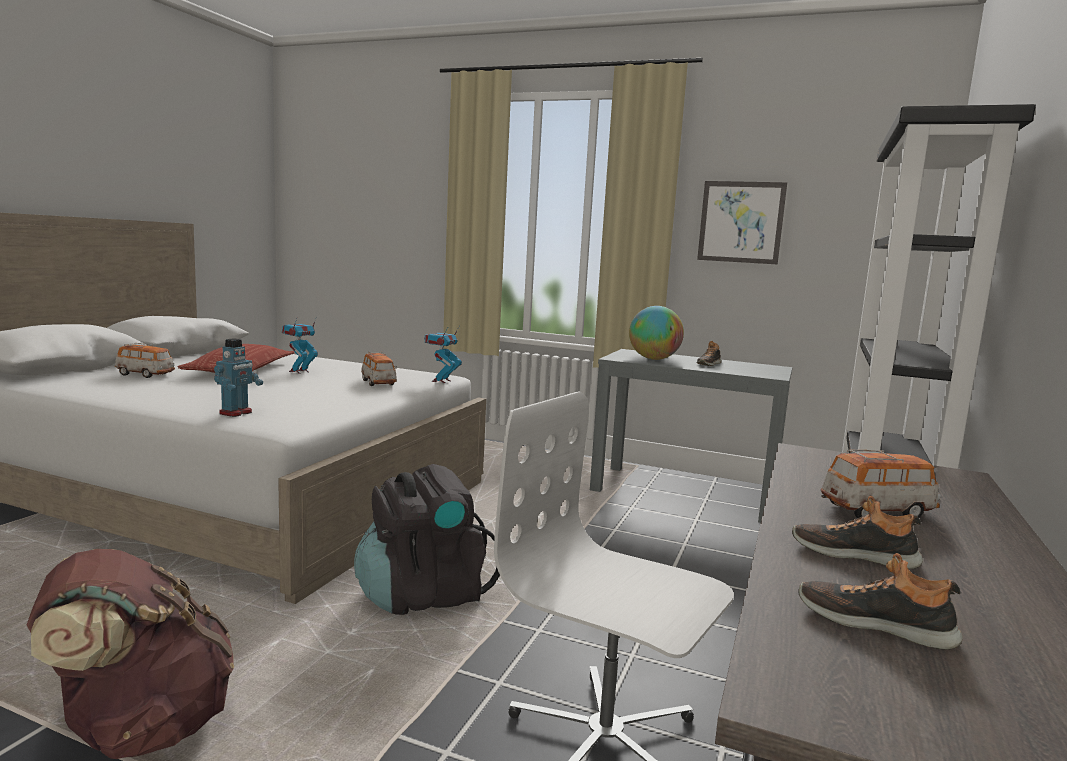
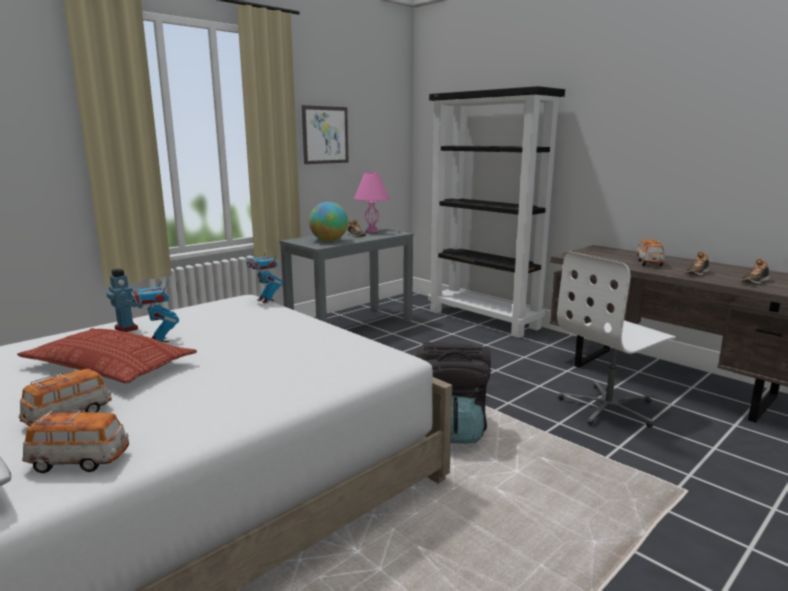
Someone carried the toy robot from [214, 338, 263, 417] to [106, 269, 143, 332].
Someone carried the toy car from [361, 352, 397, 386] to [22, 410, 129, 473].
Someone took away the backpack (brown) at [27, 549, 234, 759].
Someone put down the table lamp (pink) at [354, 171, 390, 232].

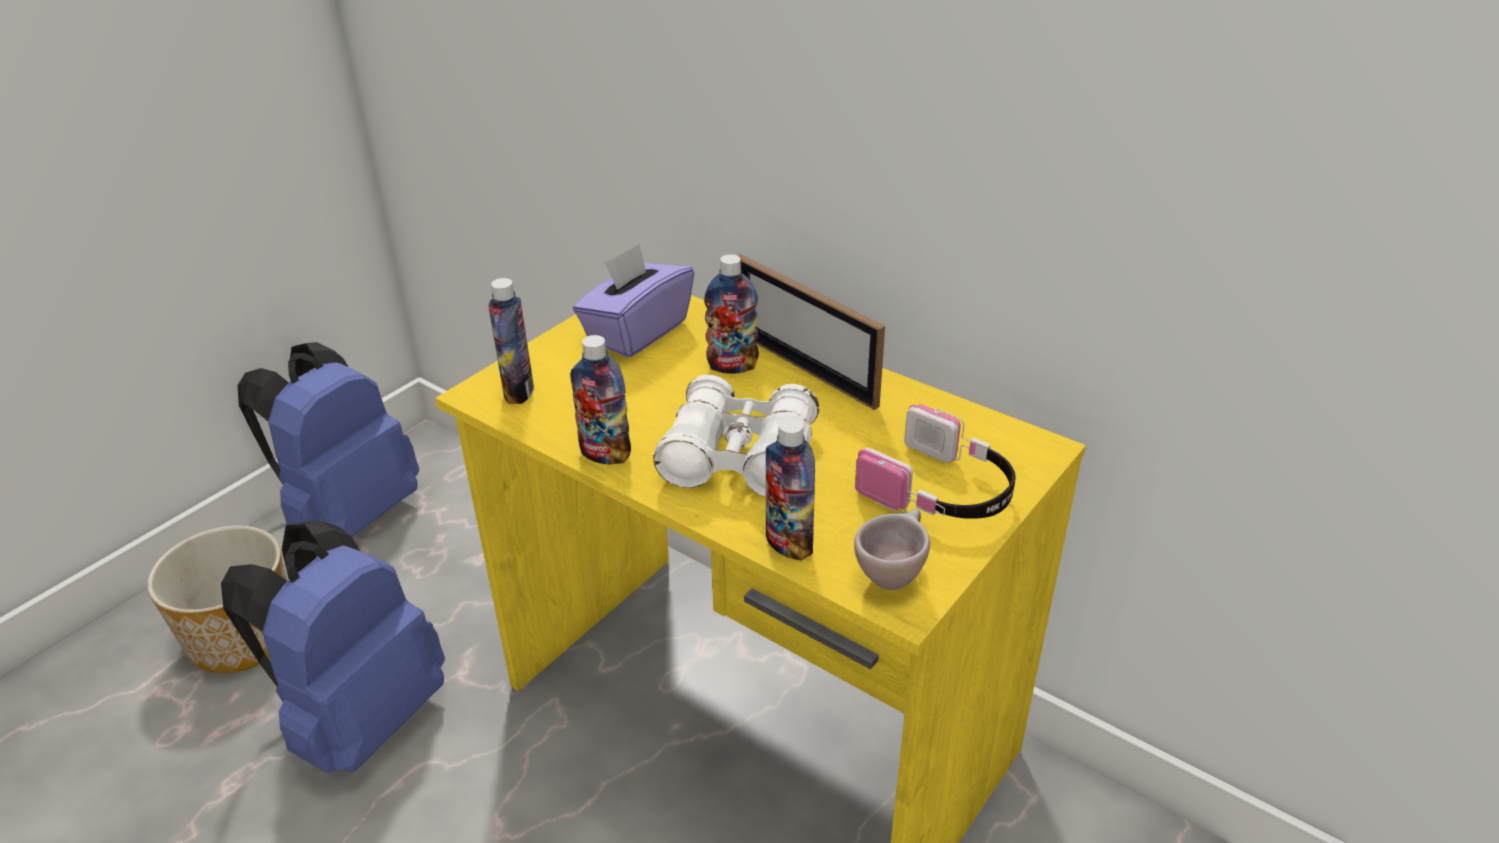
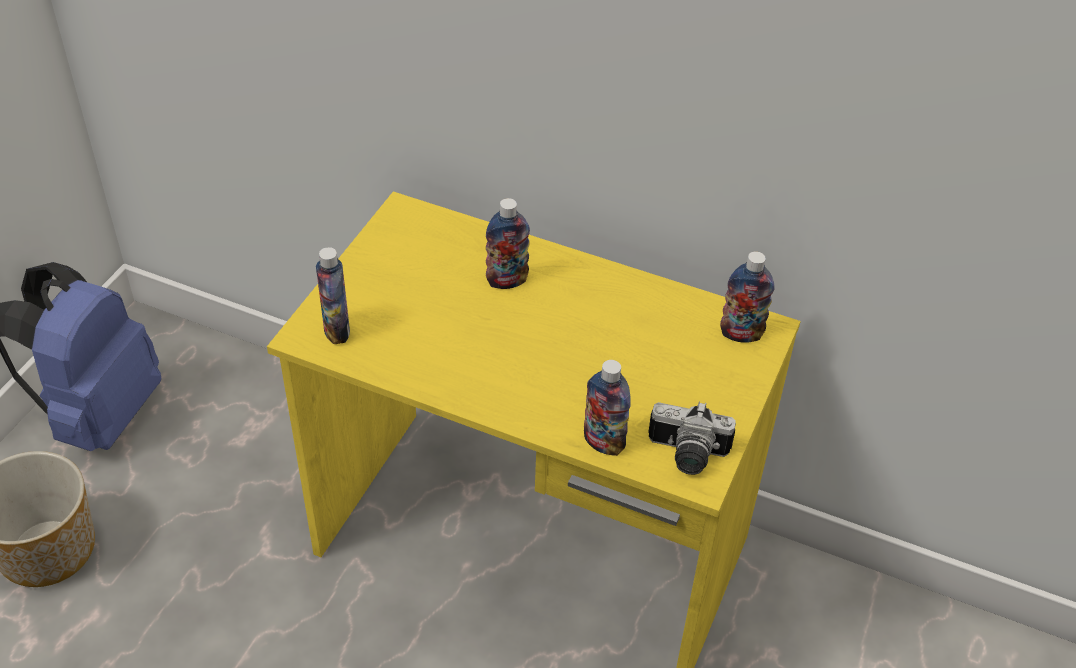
Someone took away the tissue box (purple) at [573, 243, 694, 358].
Someone took away the picture frame at [737, 254, 885, 410].
Someone carried the bottle from [570, 335, 631, 464] to [720, 252, 774, 343].
Someone took away the binoculars (white) at [653, 375, 819, 497].
Someone took away the headphones at [855, 404, 1015, 519].
Someone swapped the cup (beige) at [854, 509, 930, 590] for the photo camera at [648, 402, 736, 475].
Someone took away the backpack (blue) at [221, 520, 445, 773].

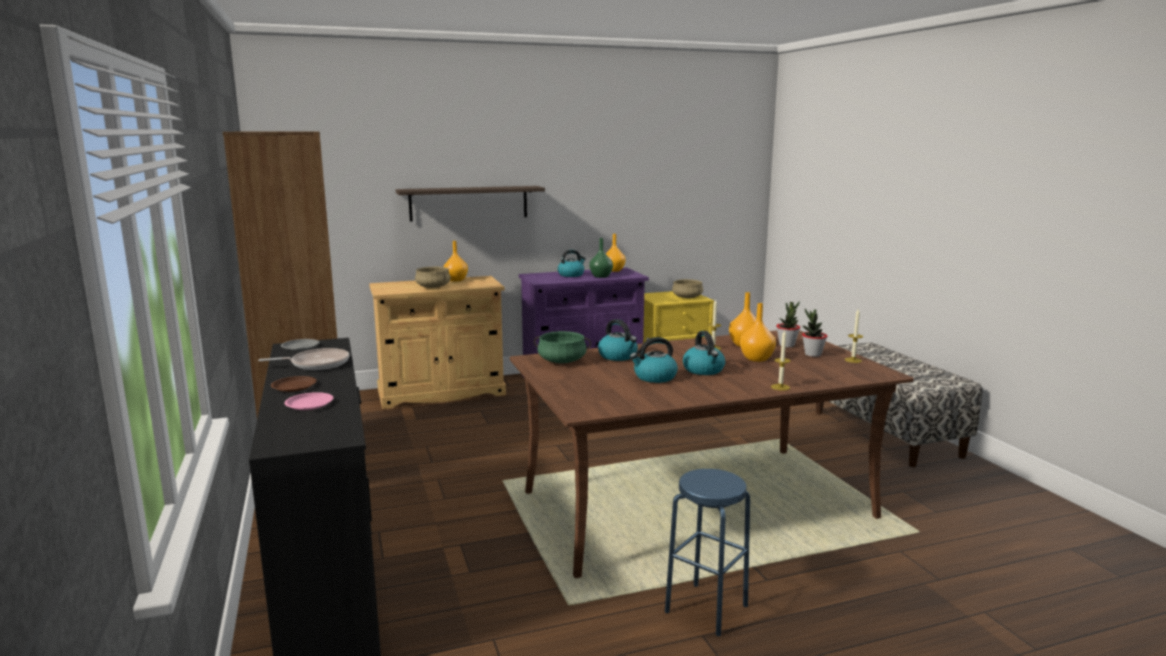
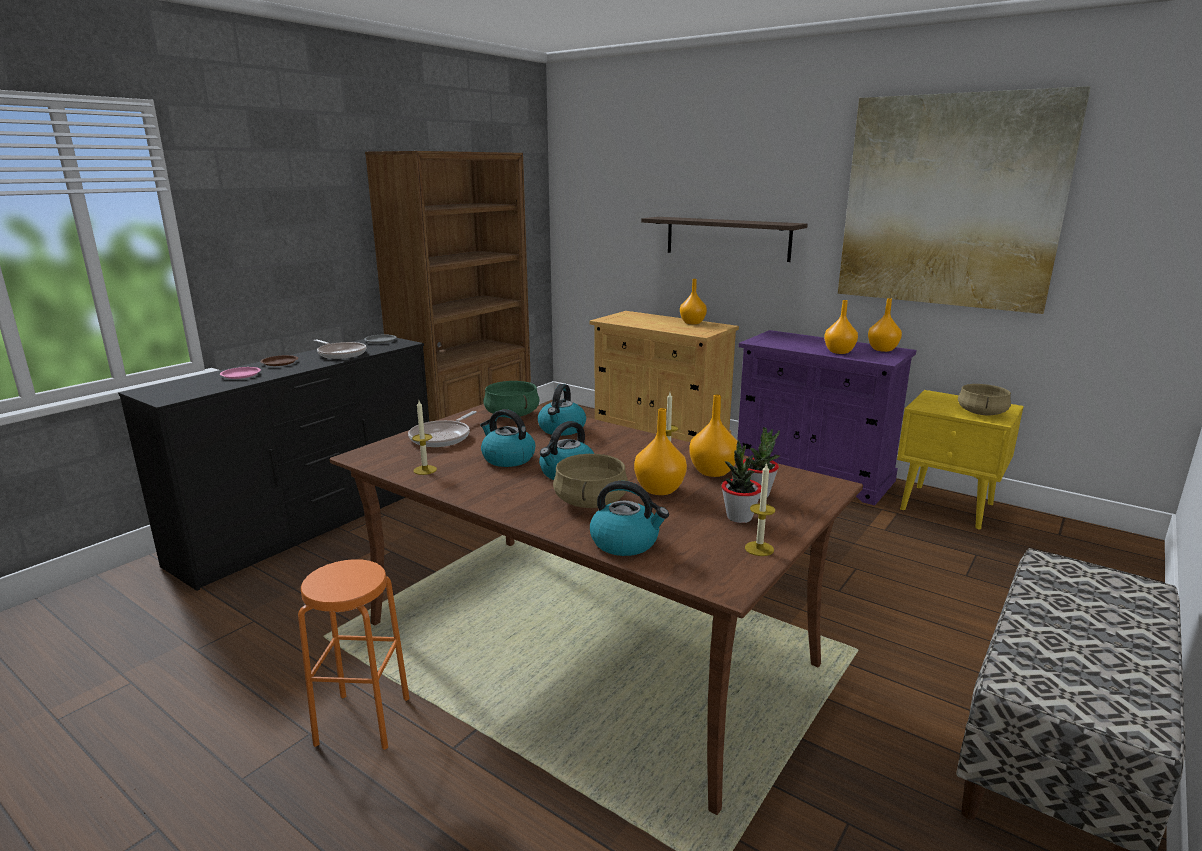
Someone repainted the vase (green) at [589, 238, 613, 278], which became the vase (orange) at [824, 300, 858, 354].
Someone carried the kettle from [558, 250, 586, 277] to [590, 481, 669, 556].
Someone carried the cooking pot (beige) from [415, 267, 451, 288] to [553, 454, 628, 508].
Someone carried the candle from [771, 329, 791, 391] to [412, 400, 437, 475].
Someone repainted the stool (blue) at [665, 469, 750, 636], which became the stool (orange) at [298, 559, 410, 750].
Someone put up the picture at [838, 86, 1091, 314].
Someone put down the frying pan at [408, 411, 477, 447].

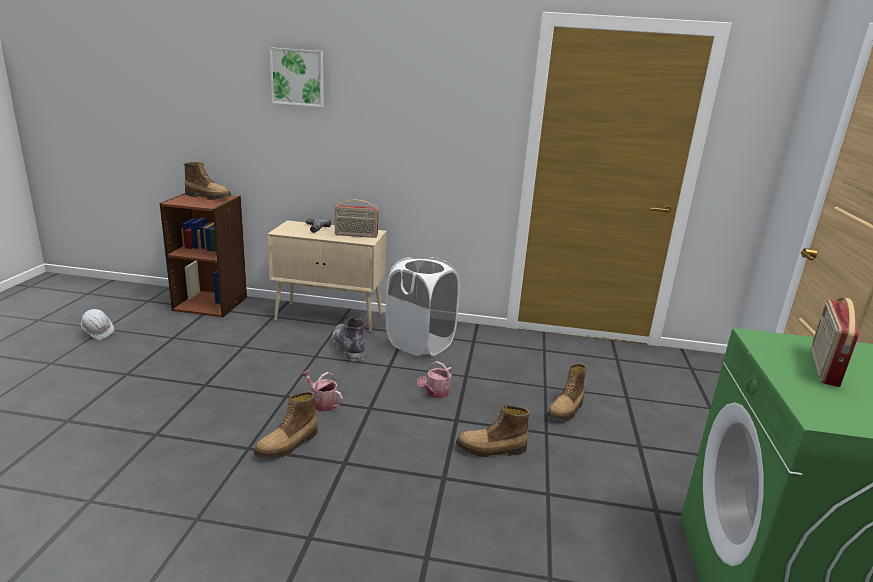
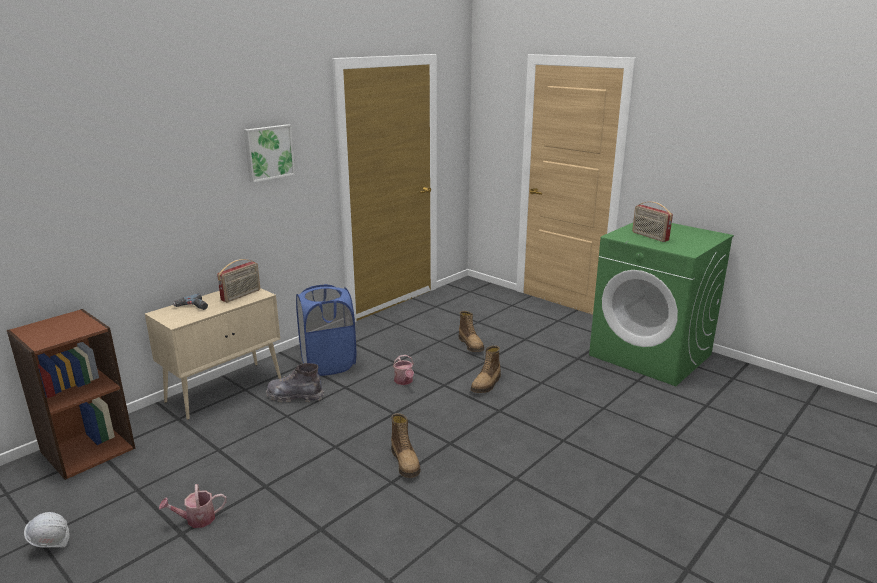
Someone carried the picture from [270, 48, 324, 107] to [244, 124, 295, 182].
Someone took away the boot at [184, 162, 231, 200].
Someone repainted the laundry basket (white) at [385, 257, 460, 356], which became the laundry basket (blue) at [296, 284, 356, 376].
Someone carried the watering can from [301, 369, 343, 412] to [159, 484, 227, 528].

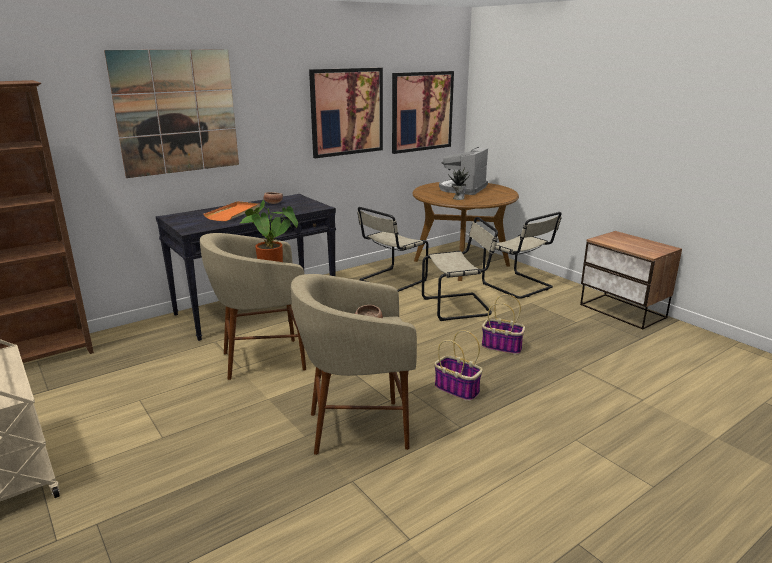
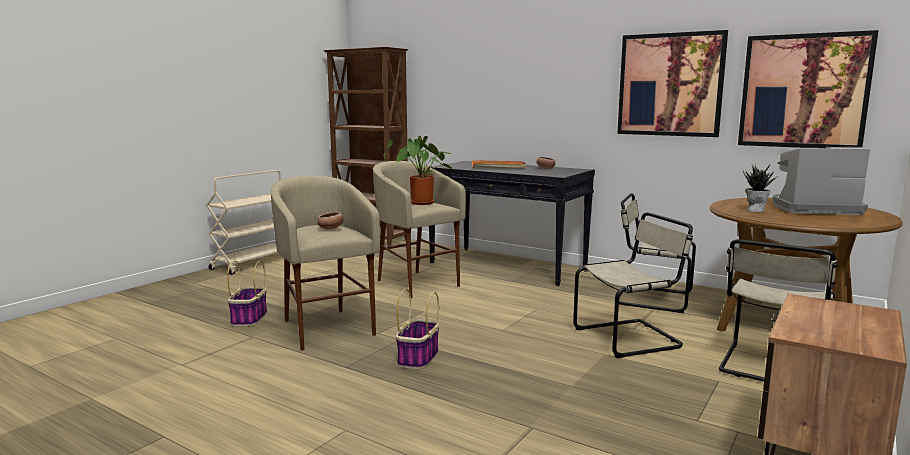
Someone took away the picture at [104, 50, 239, 178].
Someone rotated the chair (beige) at [422, 217, 498, 321] by 75 degrees counterclockwise.
Someone carried the basket from [482, 294, 525, 355] to [227, 260, 267, 326].

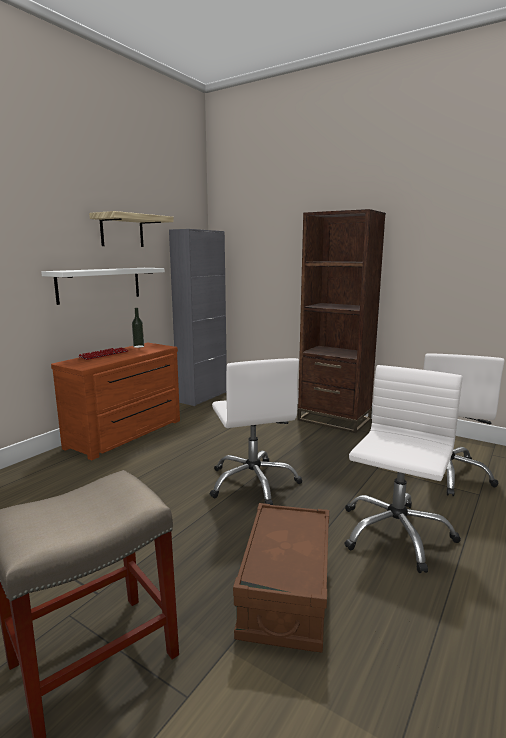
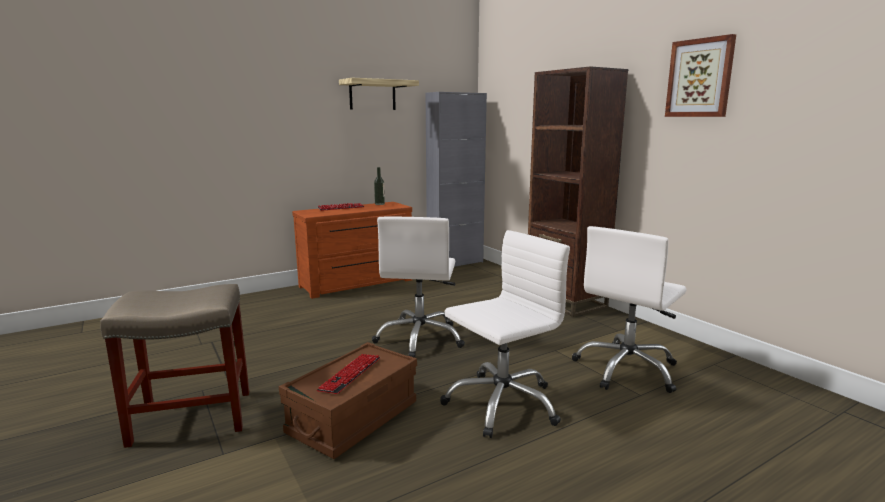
Someone took away the shelf (white) at [41, 268, 165, 305].
Someone put up the picture at [665, 34, 736, 117].
Someone put down the keyboard at [317, 354, 380, 394].

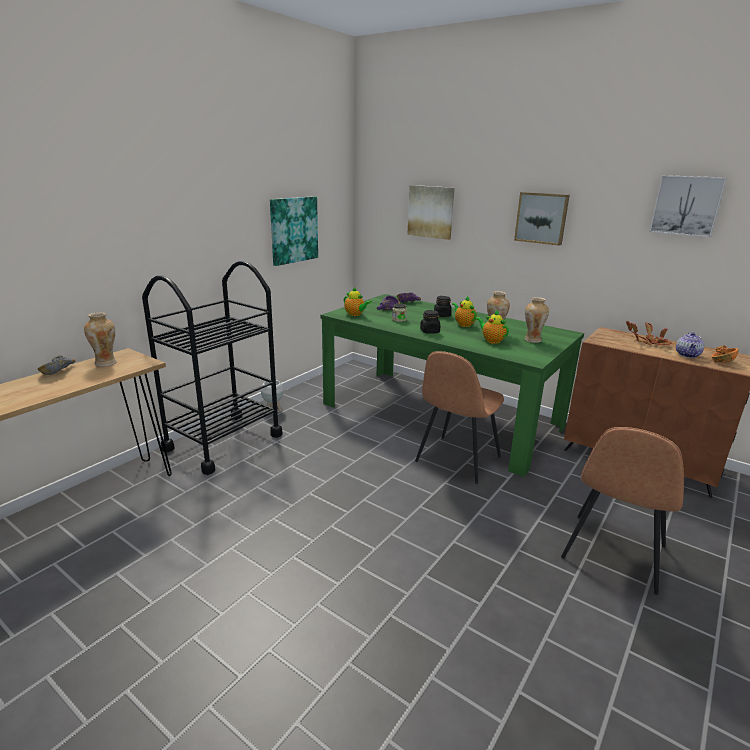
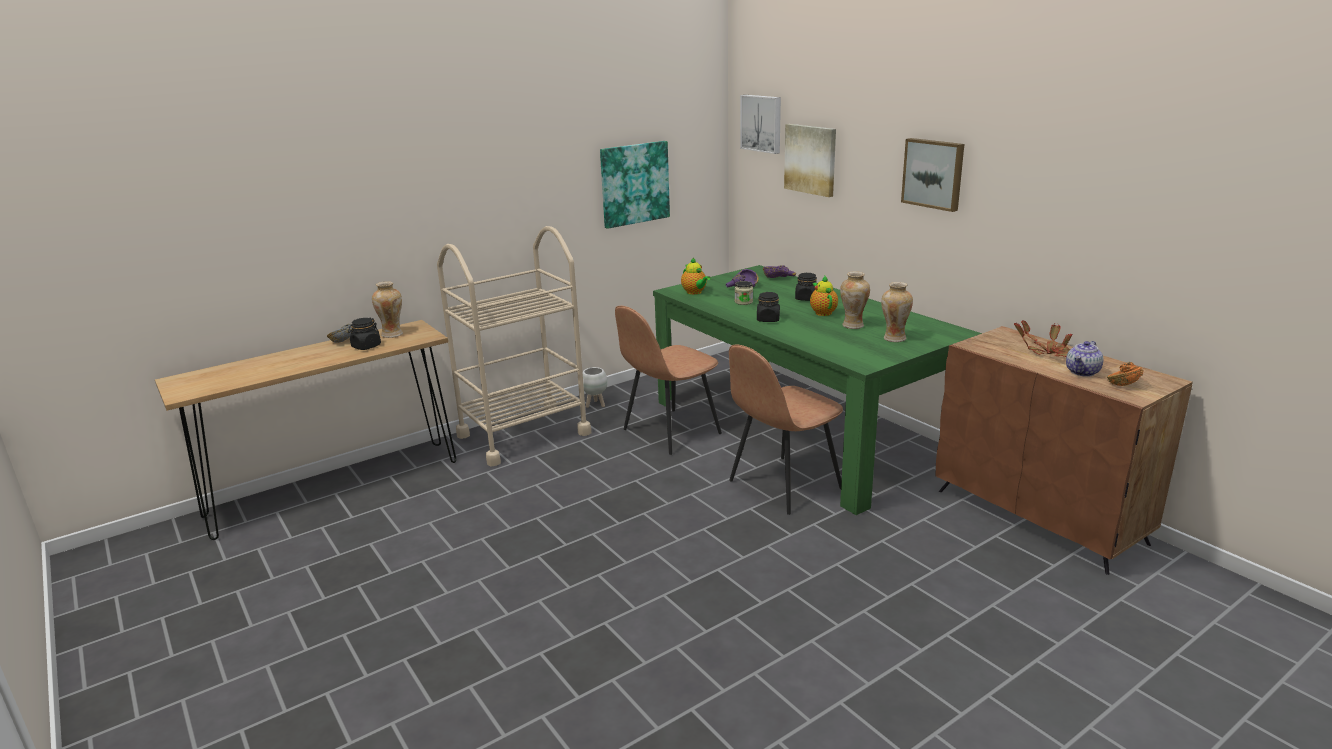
Someone carried the picture from [649, 175, 727, 237] to [740, 95, 781, 154].
Someone repainted the cart (black) at [142, 261, 283, 475], which became the cart (beige) at [437, 226, 591, 466].
Someone took away the teapot at [475, 309, 509, 344].
Someone carried the chair (brown) from [561, 427, 684, 595] to [615, 306, 722, 455].
Someone put down the jar (black) at [348, 318, 381, 350].

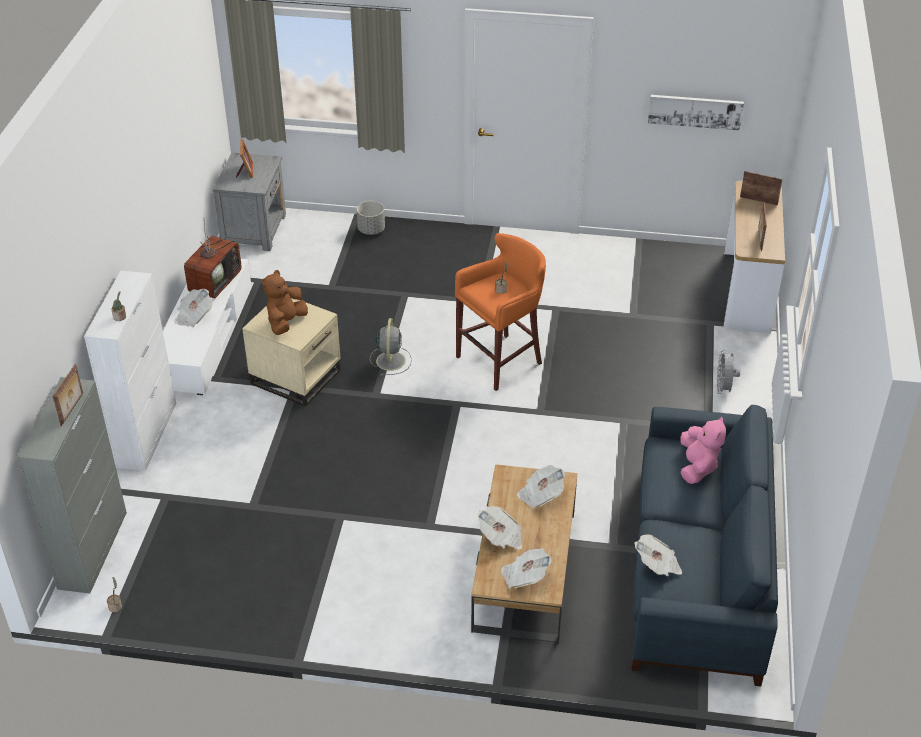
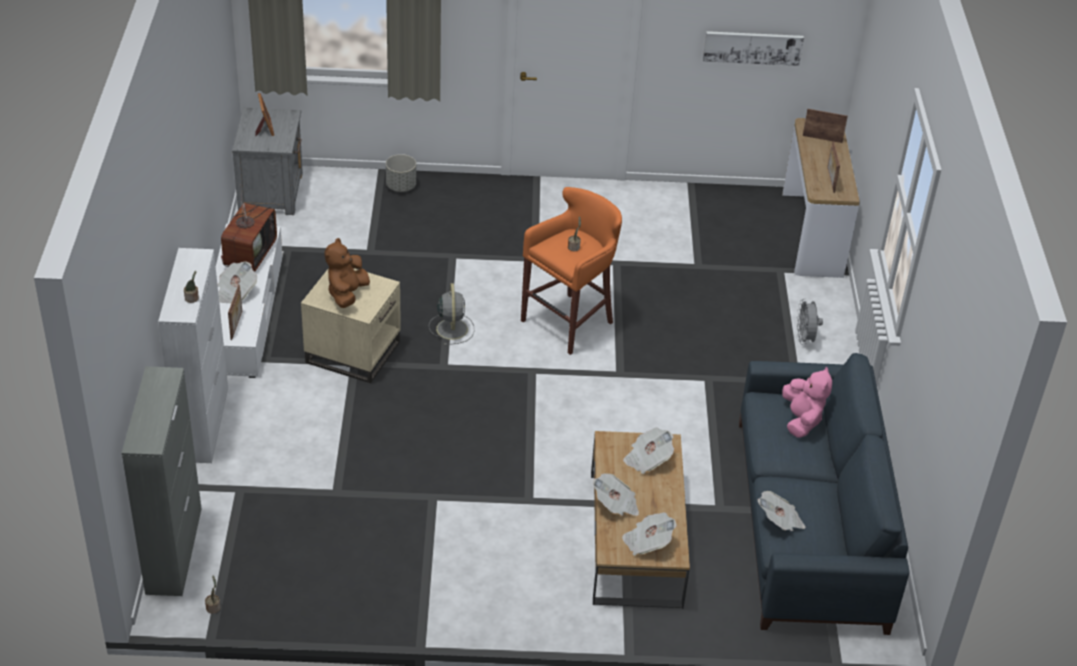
Someone carried the picture frame from [52, 364, 83, 426] to [228, 284, 242, 340].

